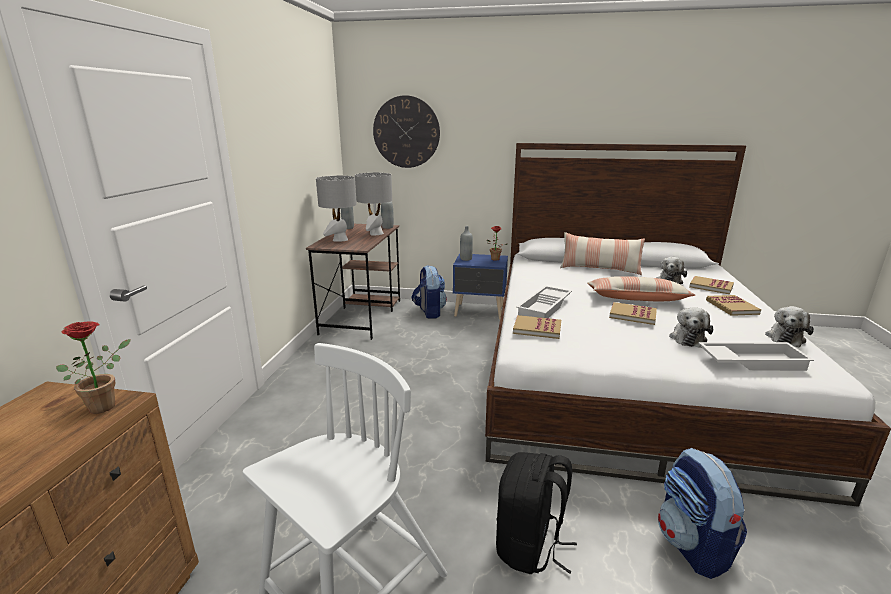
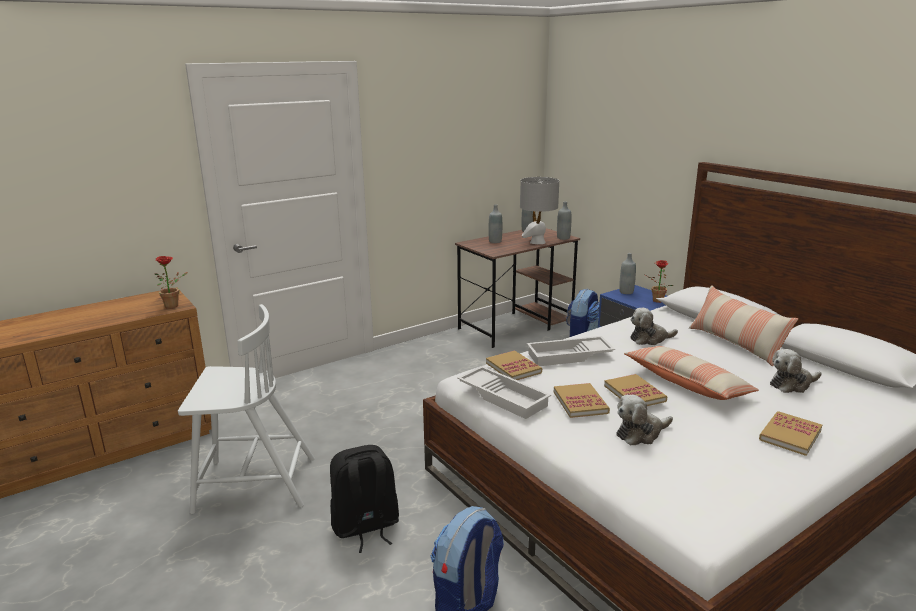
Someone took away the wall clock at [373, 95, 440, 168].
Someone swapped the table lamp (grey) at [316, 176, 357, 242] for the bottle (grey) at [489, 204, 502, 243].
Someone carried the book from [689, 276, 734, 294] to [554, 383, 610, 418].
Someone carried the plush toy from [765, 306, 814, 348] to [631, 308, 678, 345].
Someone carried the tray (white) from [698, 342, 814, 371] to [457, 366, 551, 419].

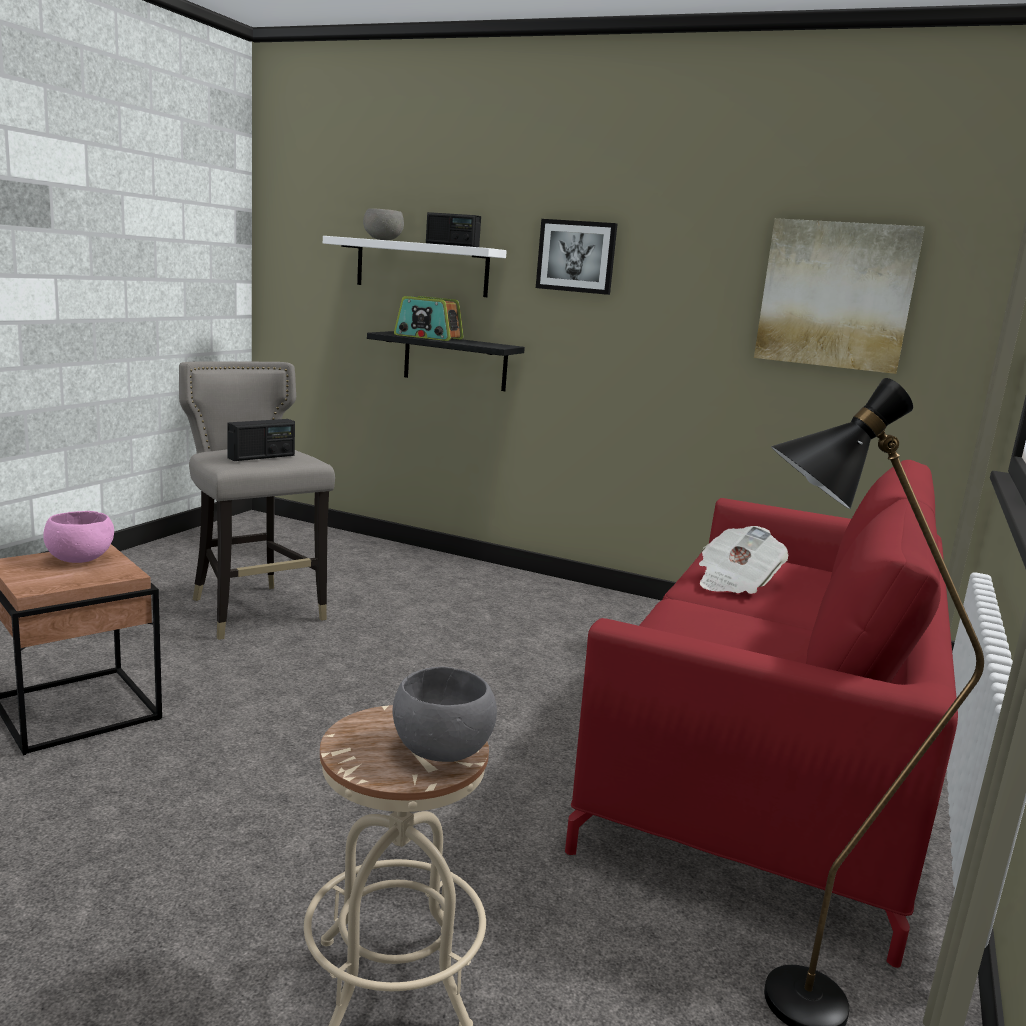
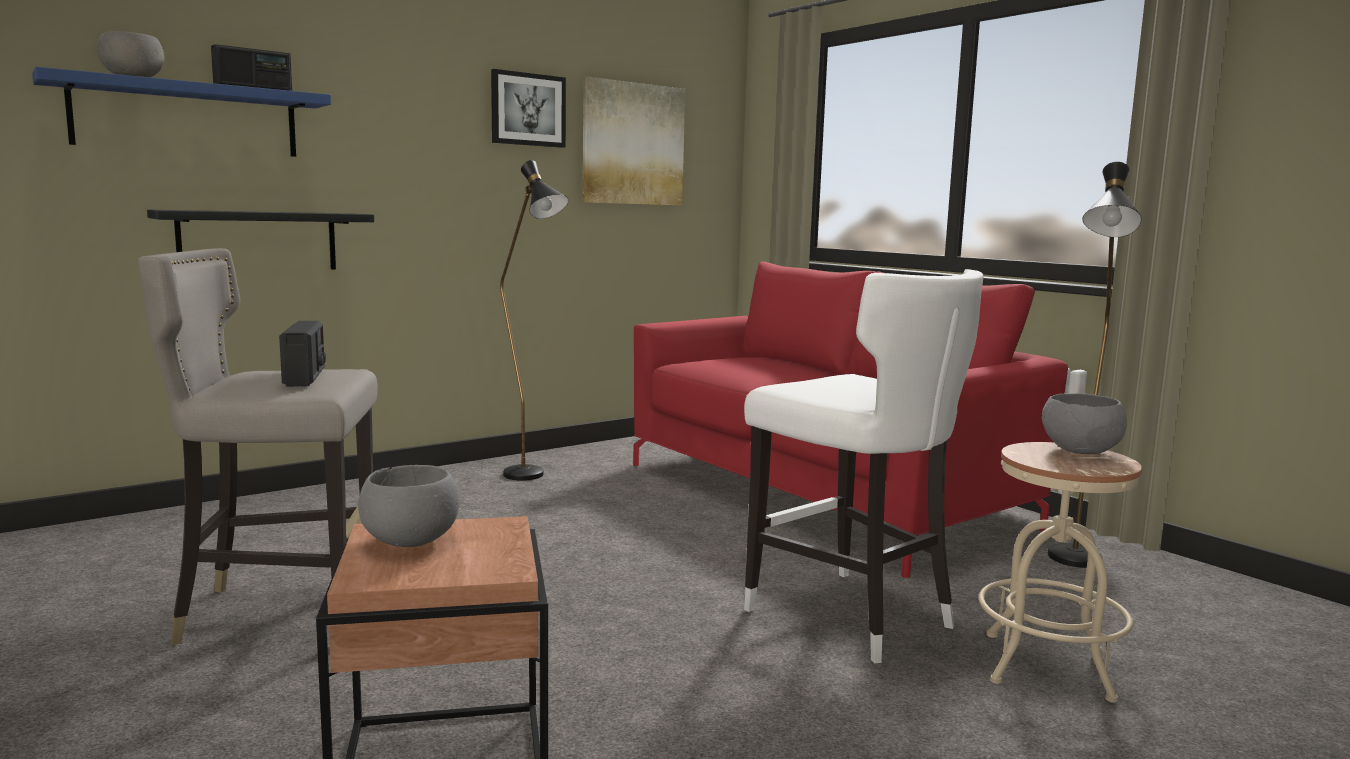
Someone carried the picture from [536, 219, 617, 295] to [491, 69, 566, 148].
Someone repainted the shelf (white) at [323, 236, 507, 297], which became the shelf (blue) at [32, 67, 331, 157].
Someone took away the radio at [394, 296, 464, 341].
Someone repainted the bowl (pink) at [43, 511, 114, 563], which became the bowl (grey) at [358, 465, 459, 547].
Someone took away the newspaper at [699, 526, 789, 594].
Someone put down the floor lamp (black) at [500, 160, 569, 481].
Someone put down the stool (white) at [744, 269, 984, 664].

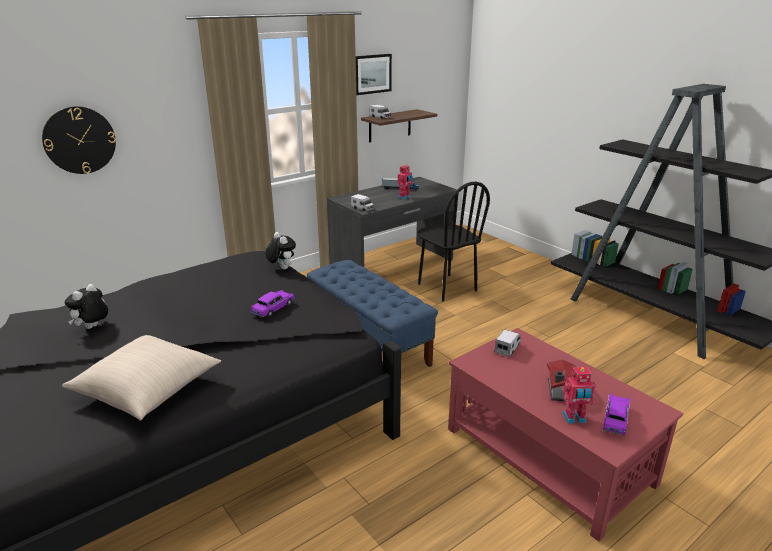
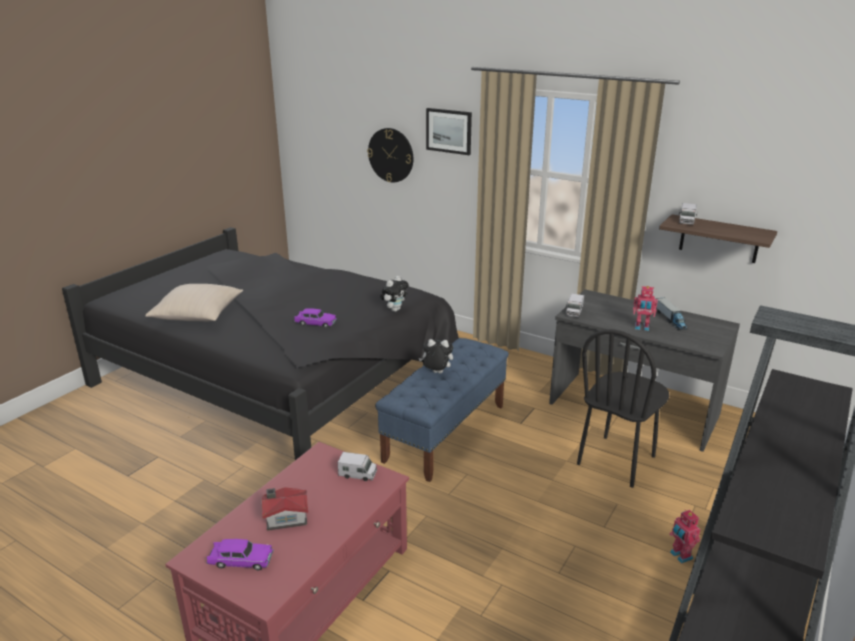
Someone carried the picture from [356, 54, 392, 95] to [426, 108, 472, 155].
Someone carried the plush toy from [65, 284, 108, 329] to [419, 339, 453, 374].
Someone carried the toy robot from [562, 367, 596, 424] to [669, 509, 700, 564].

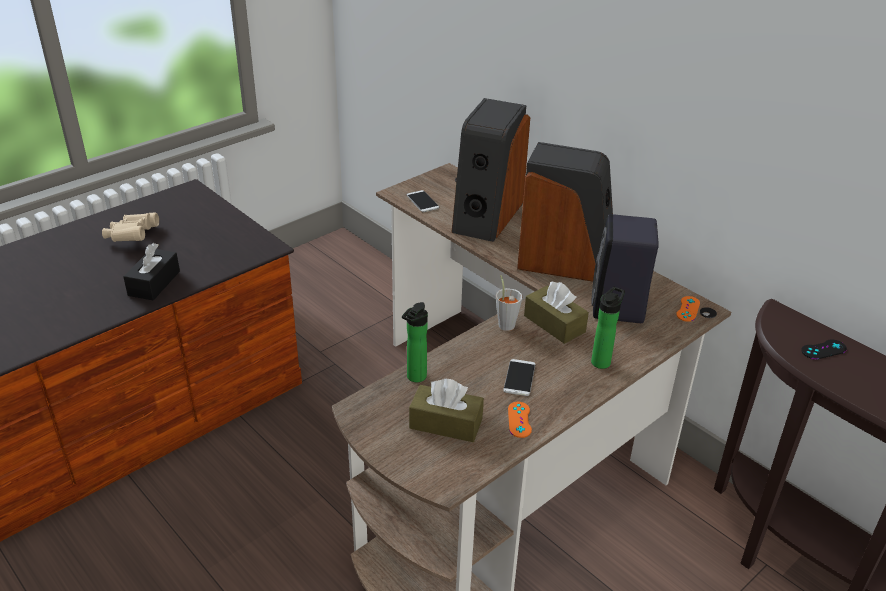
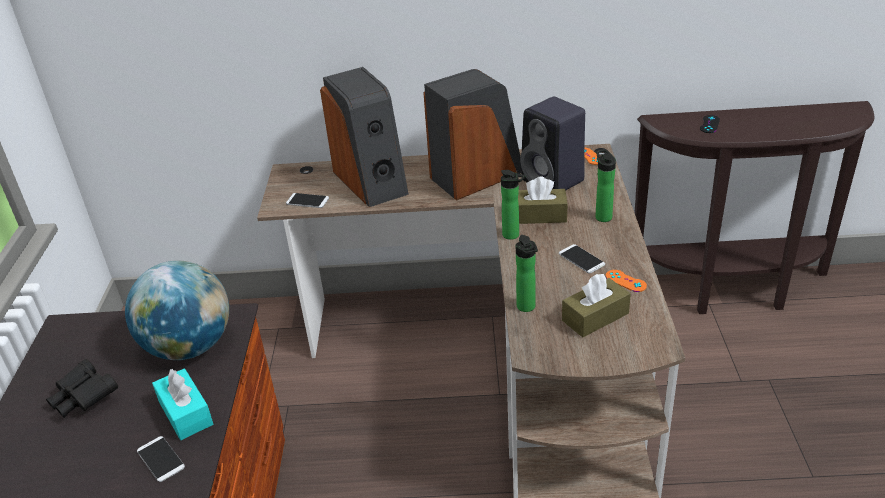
Someone repainted the binoculars (beige) at [102, 213, 159, 242], which became the binoculars (black) at [46, 359, 118, 418].
Someone repainted the tissue box (black) at [123, 243, 180, 301], which became the tissue box (turquoise) at [152, 368, 213, 440].
Someone swapped the cup (grey) at [496, 275, 522, 331] for the bottle at [501, 170, 526, 240].
Someone put down the globe at [125, 260, 229, 360].
Someone put down the phone at [137, 436, 185, 482].

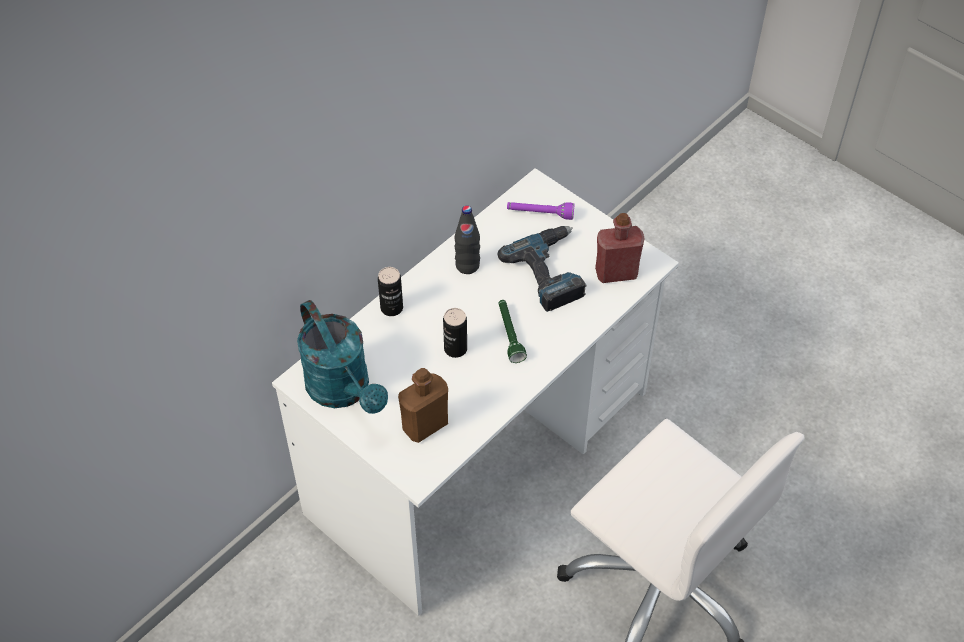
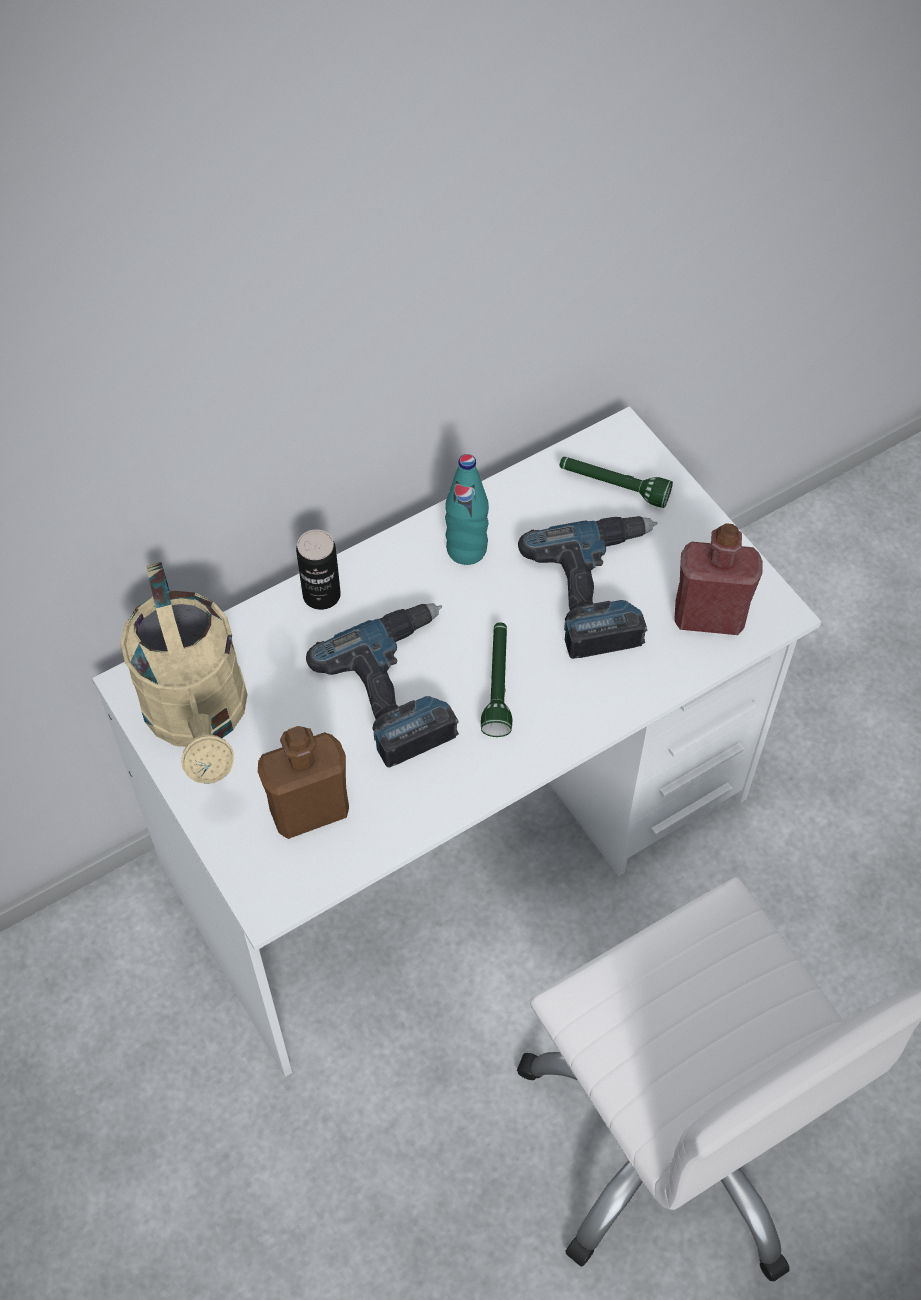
Someone repainted the flashlight (purple) at [507, 202, 575, 220], which became the flashlight (green) at [559, 457, 673, 508].
Someone repainted the bottle (black) at [454, 205, 480, 274], which became the bottle (turquoise) at [445, 454, 489, 565].
Someone repainted the watering can (turquoise) at [297, 300, 388, 414], which became the watering can (beige) at [120, 562, 247, 784].
Someone swapped the can at [443, 308, 467, 358] for the power drill at [306, 603, 459, 768].

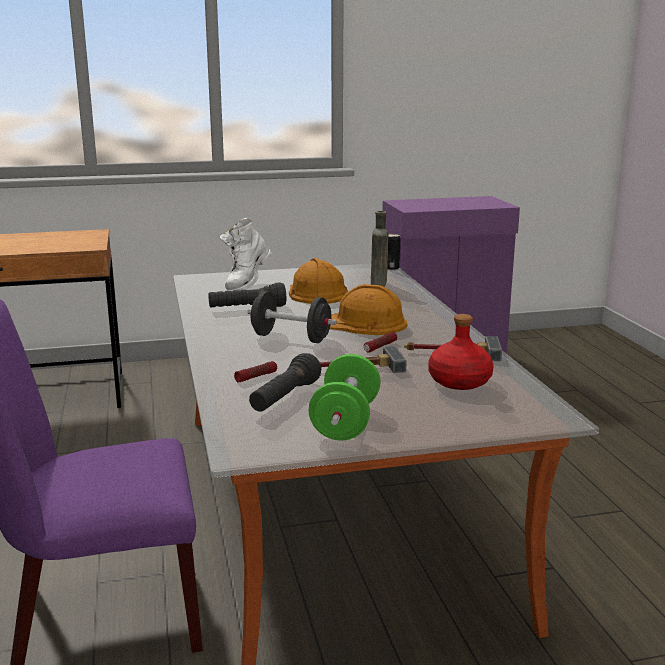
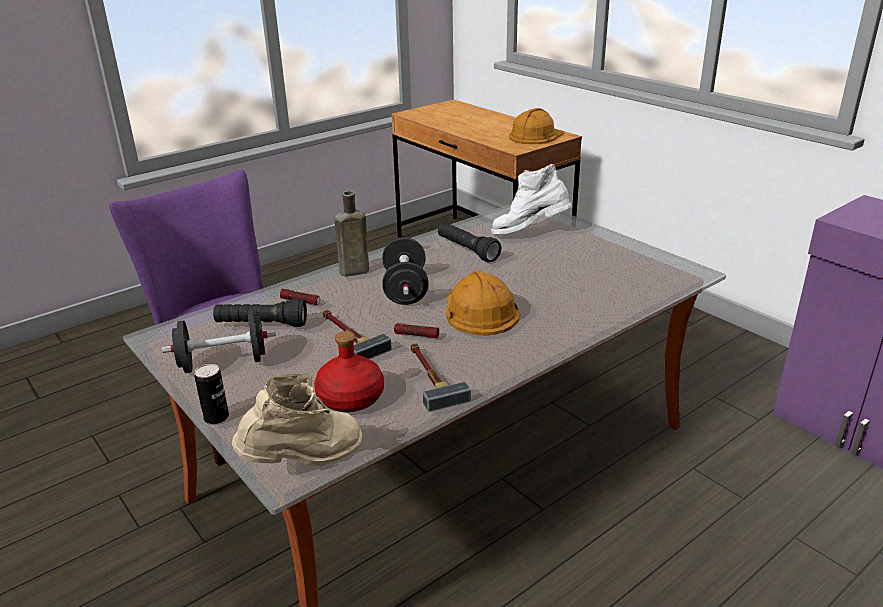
Someone carried the bottle (brown) from [371, 211, 388, 287] to [335, 191, 369, 277].
Someone carried the can from [387, 234, 400, 270] to [195, 364, 229, 424].
Someone carried the hard hat (orange) from [289, 258, 348, 304] to [509, 108, 564, 144].
Someone repainted the dumbbell (green) at [309, 354, 381, 440], which became the dumbbell (black) at [162, 311, 276, 373].
Someone put down the boot (beige) at [232, 373, 363, 466].

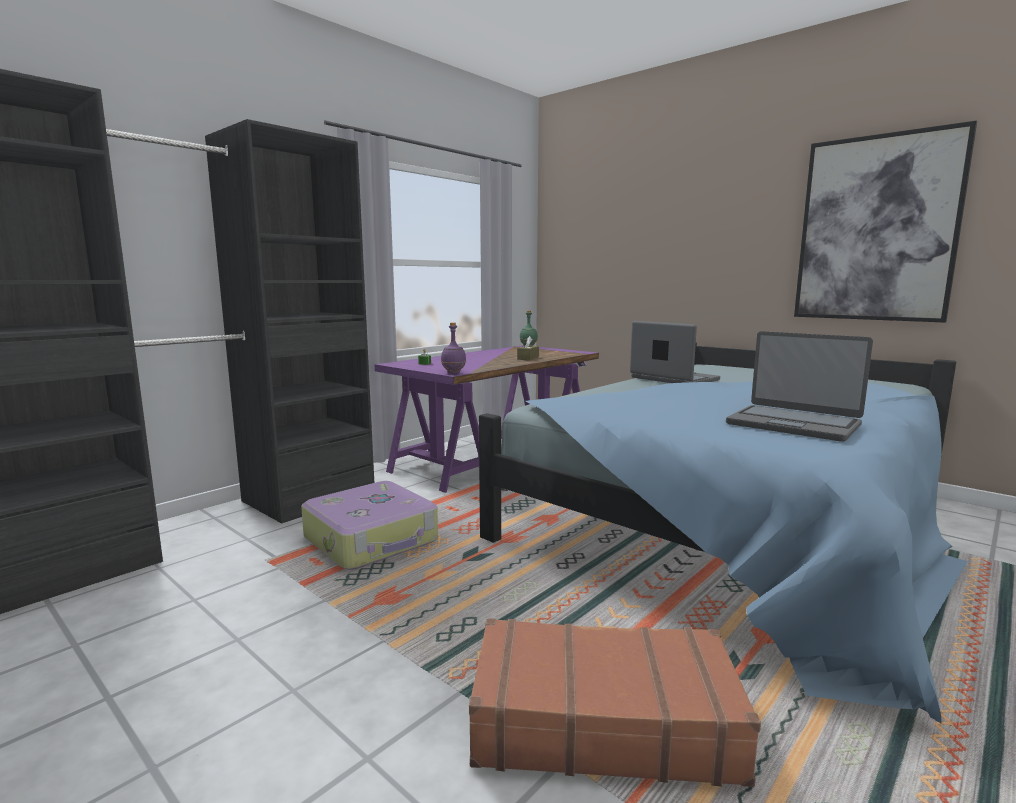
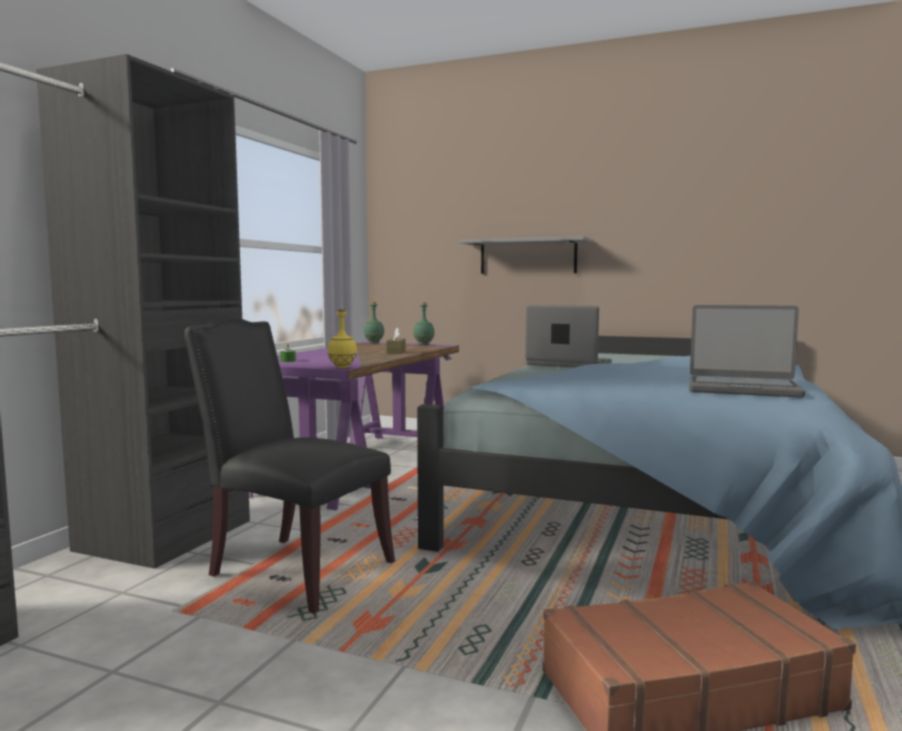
Someone took away the picture at [794, 120, 977, 323].
Someone repainted the bottle (purple) at [441, 323, 466, 374], which became the bottle (yellow) at [328, 309, 357, 368].
Someone swapped the suitcase at [301, 481, 438, 570] for the chair (black) at [184, 317, 395, 614].
Someone put up the shelf (grey) at [459, 236, 590, 274].
Someone put down the bottle (green) at [413, 302, 435, 345].

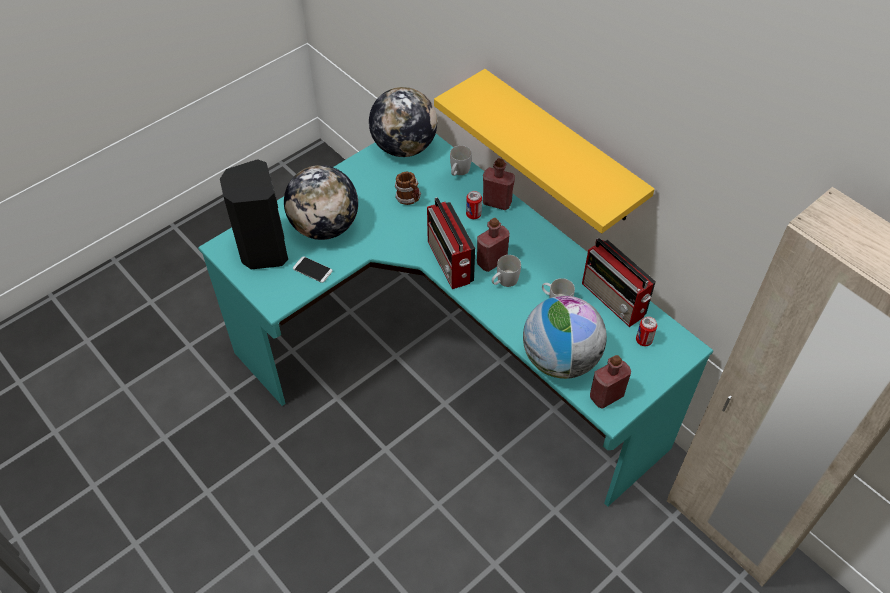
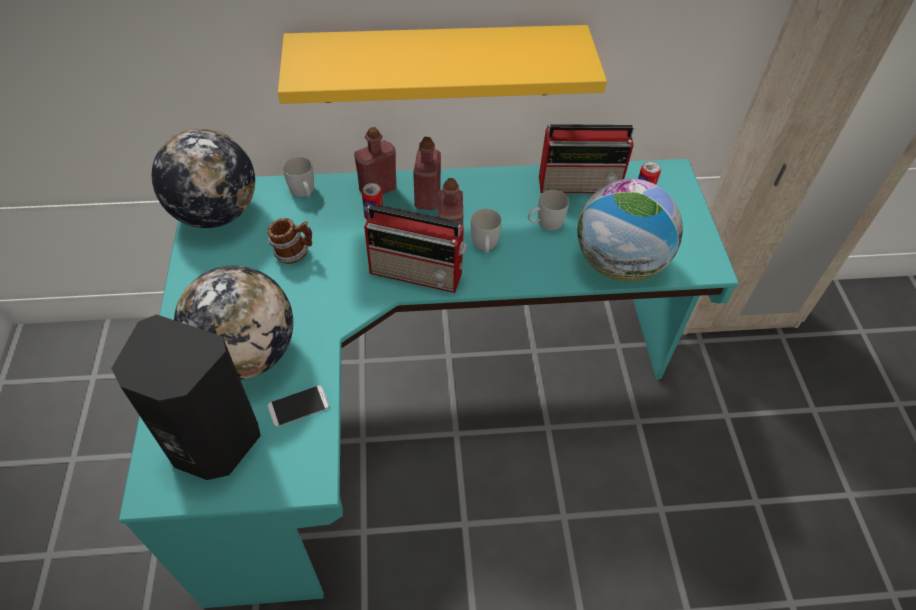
Someone carried the bottle (red) from [590, 355, 631, 409] to [413, 137, 441, 210].

